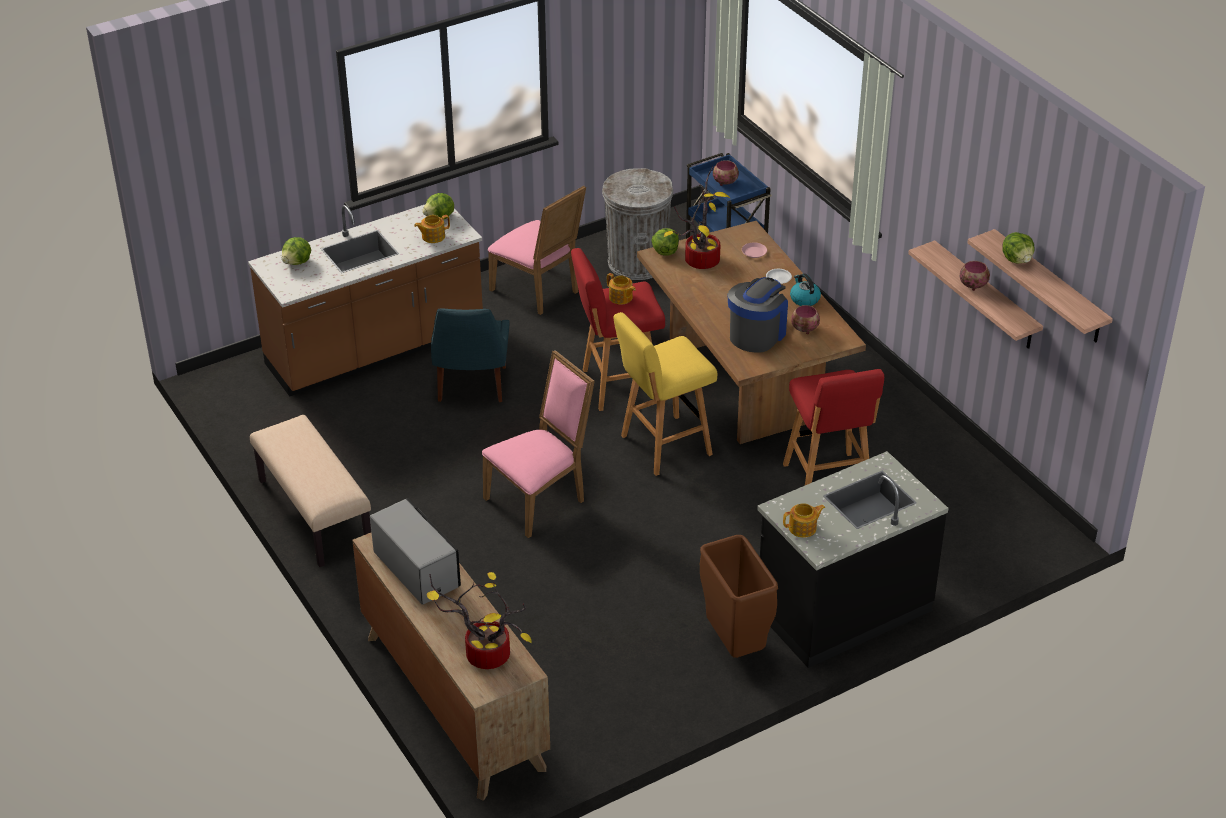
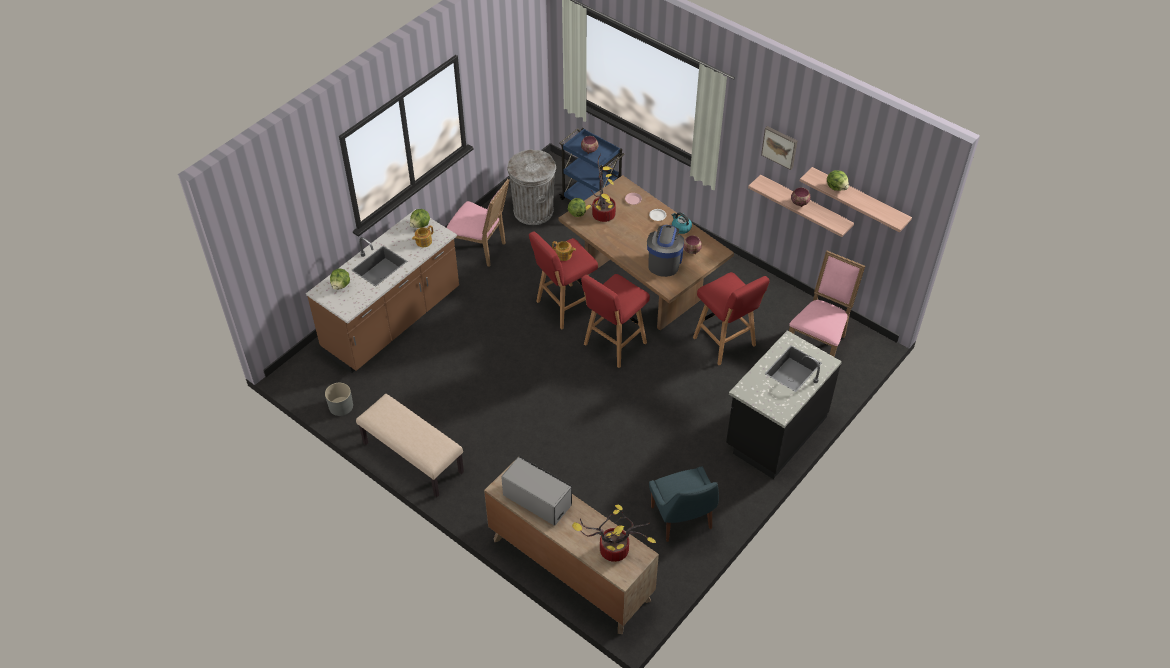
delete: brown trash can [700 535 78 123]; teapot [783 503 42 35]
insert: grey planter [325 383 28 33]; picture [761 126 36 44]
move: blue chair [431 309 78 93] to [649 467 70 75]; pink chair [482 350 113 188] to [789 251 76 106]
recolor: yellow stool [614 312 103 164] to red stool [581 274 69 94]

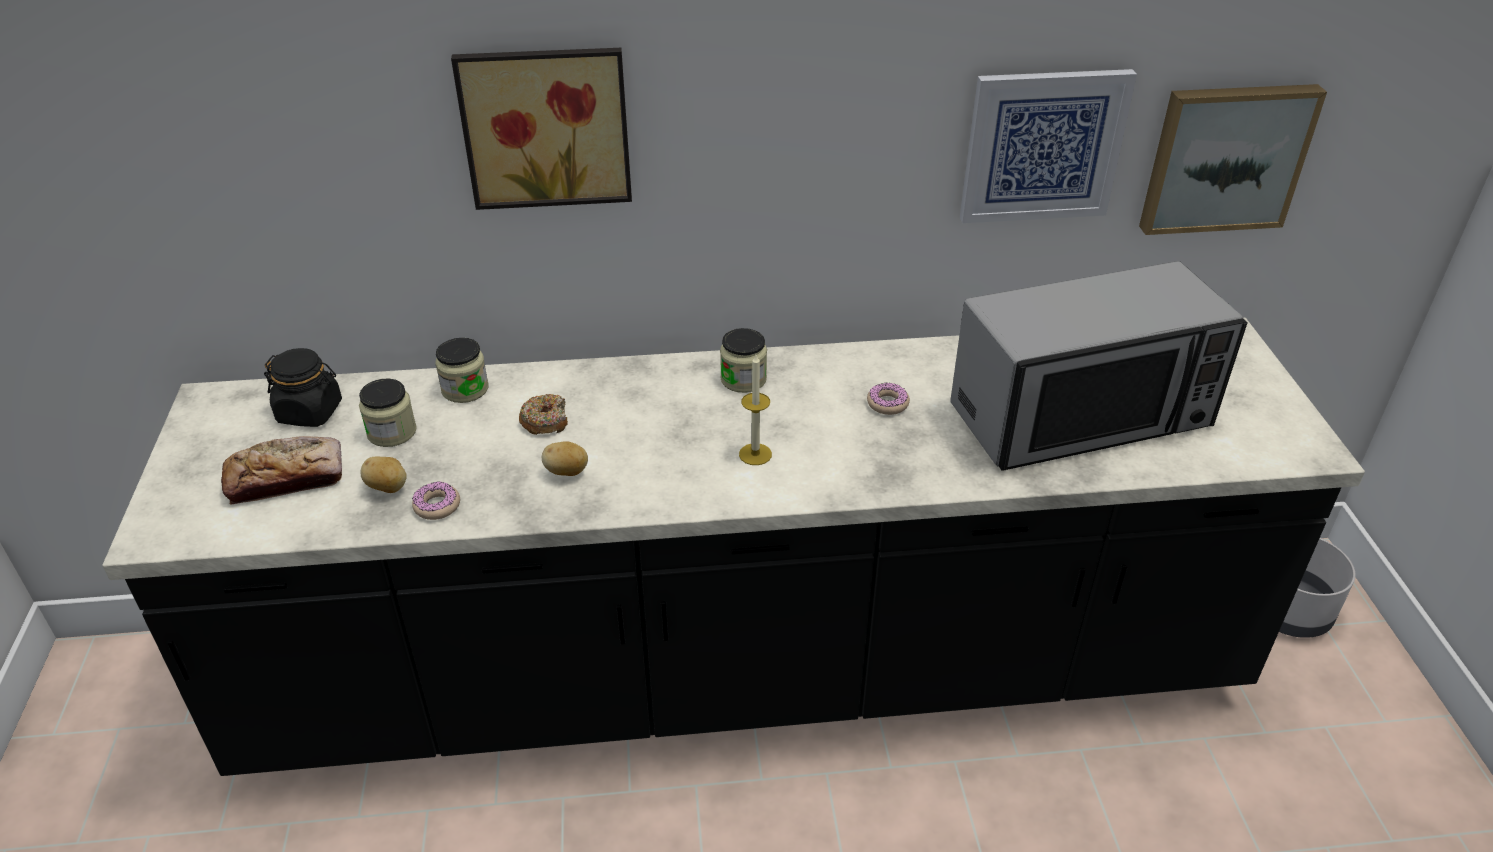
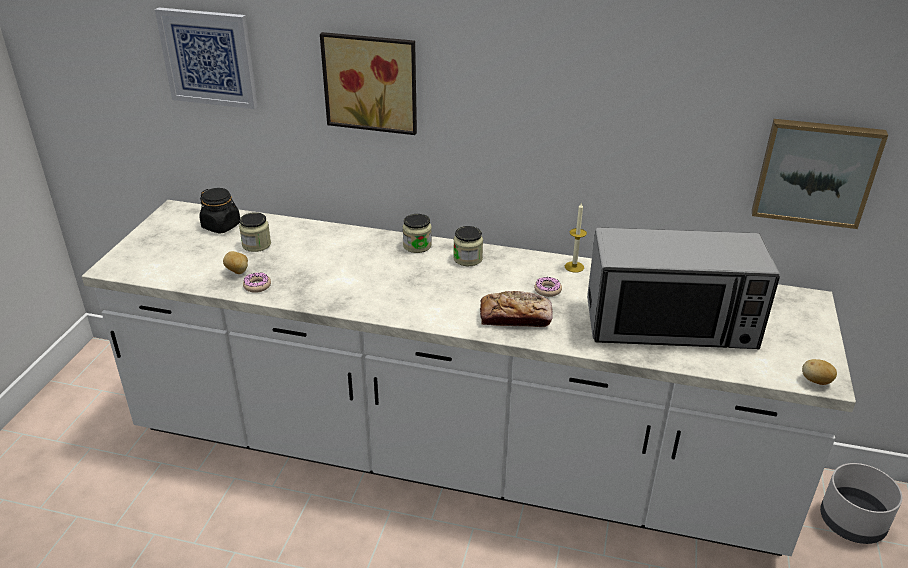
delete: donut [519 394 49 41]
move: picture [960 69 177 154] to [155 7 103 102]; jar [435 338 53 65] to [403 214 29 39]; bread [221 436 121 69] to [480 291 73 36]; candle [739 355 33 110] to [565 202 22 71]; potato [542 441 46 35] to [802 359 35 26]
recolor: black counter [102 318 1263 458] to white counter [82 200 774 356]

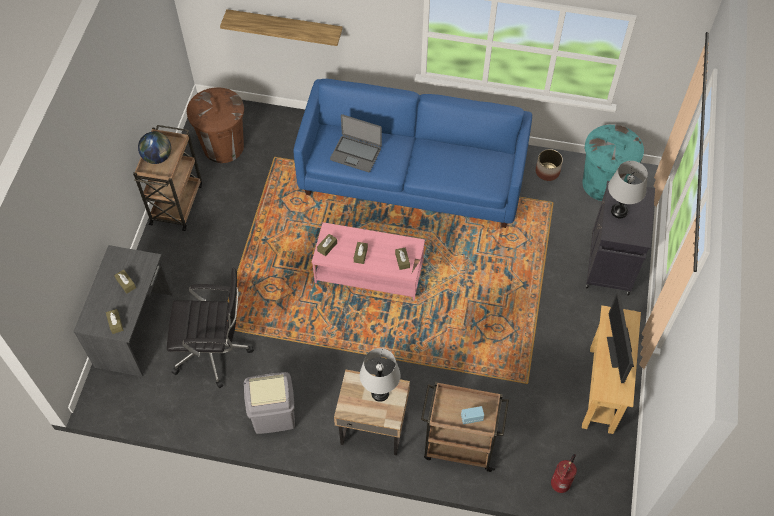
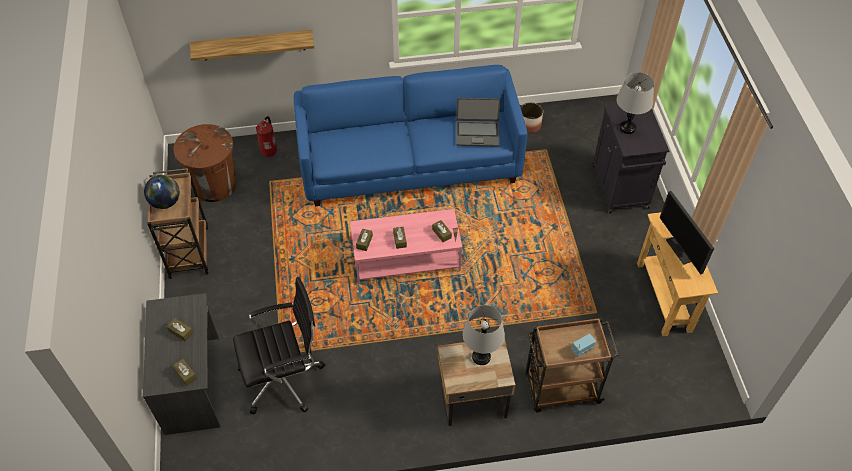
delete: grey trash can [244 372 51 62]; turquoise trash can [582 125 62 76]
move: fire extinguisher [551 454 26 39] to [256 116 21 41]; laptop [330 114 52 58] to [456 98 45 48]

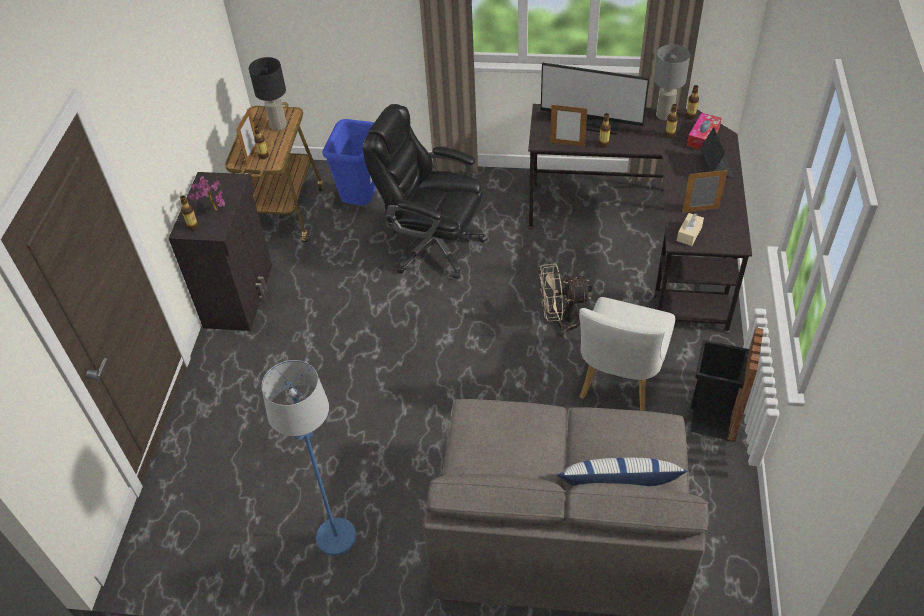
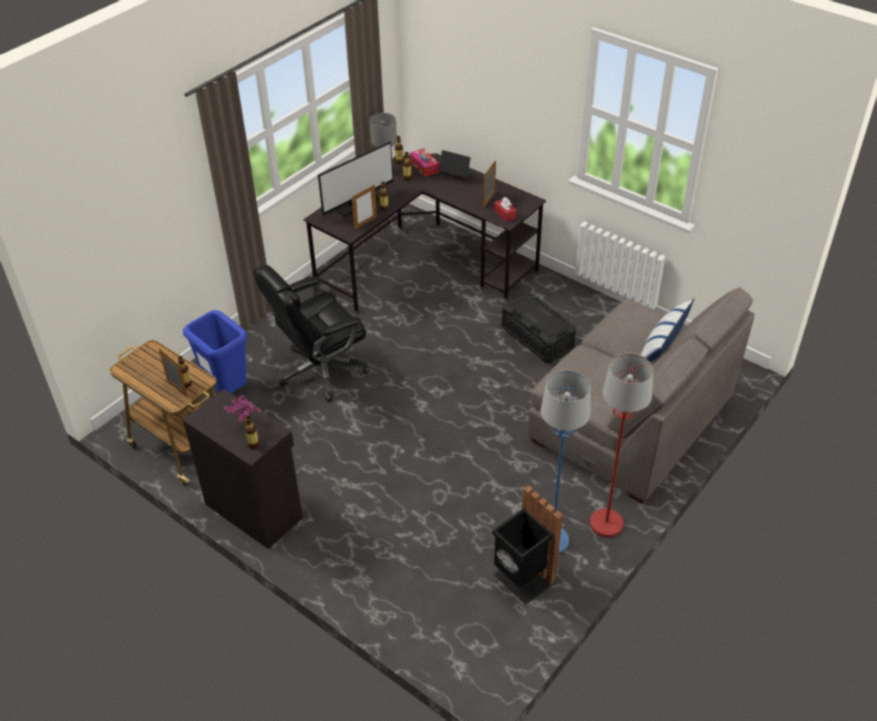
delete: black table lamp [249 57 38 74]; beige fan [540 263 52 75]
insert: red floor lamp [590 353 64 184]
move: black trash can [690 327 74 115] to [492 485 71 120]
replace: white chair [579 297 96 114] to black storage box [502 292 74 71]
recolor: beige tissue box [677 213 27 33] to red tissue box [494 197 23 25]

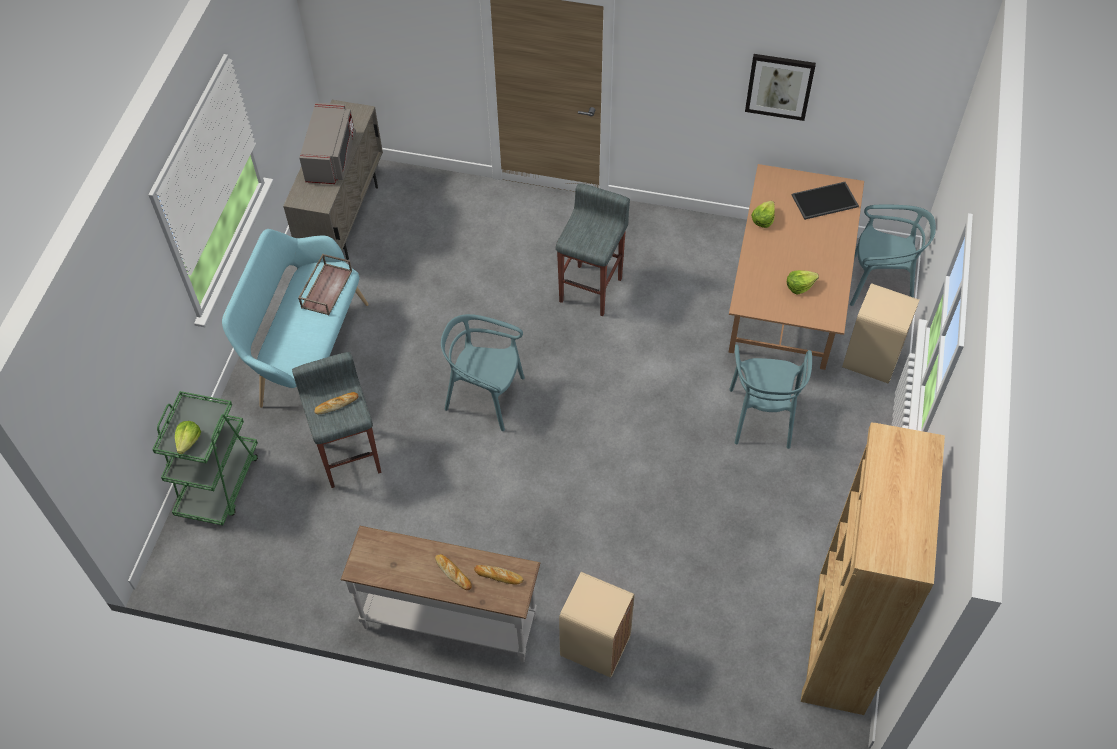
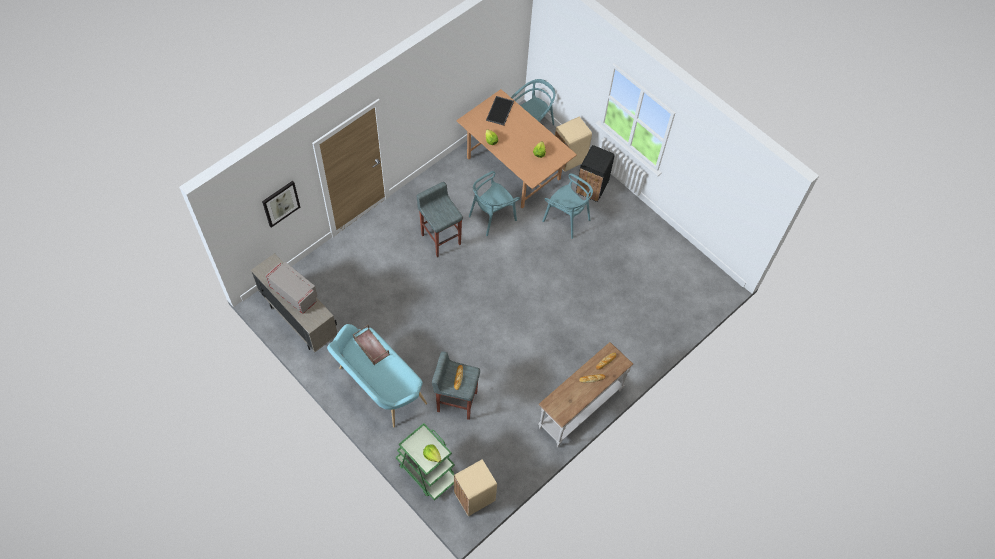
delete: brown bookcase [801 422 144 293]
insert: black trash can [576 145 39 57]
move: picture [745 54 71 67] to [262 181 38 47]; beige trash can [559 572 76 106] to [454 460 43 56]; turquoise chair [441 314 84 117] to [469 171 51 65]

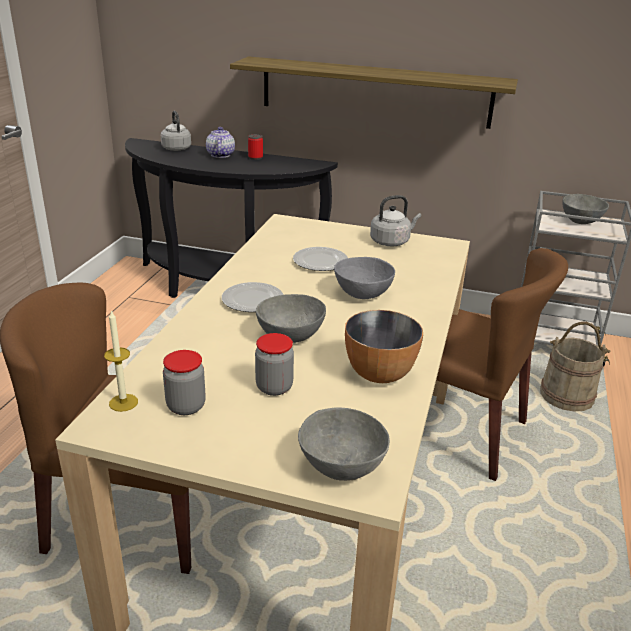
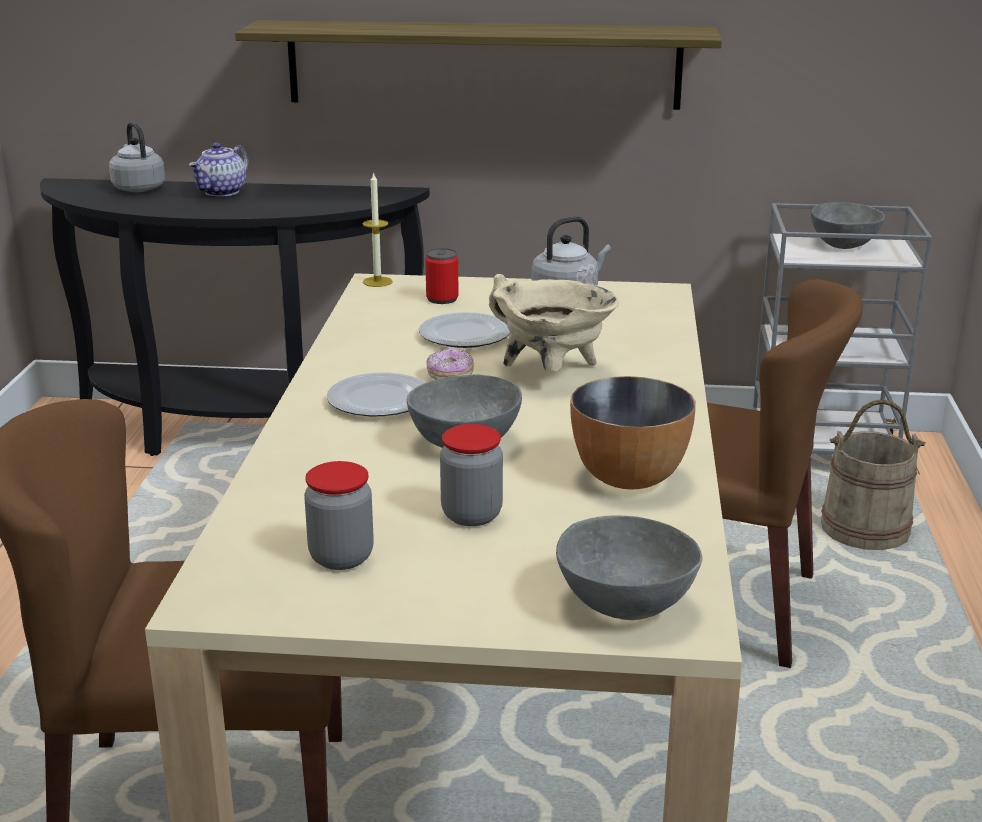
insert: donut [427 348 47 32]
move: candle [104 310 34 102] to [363 172 30 115]; can [248 134 15 26] to [425 248 34 56]
replace: grey bowl [334 257 61 42] to beige cooking pot [489 274 130 97]
rotate: teapot [206 127 29 31] = [189 143 60 54] 135 degrees counterclockwise

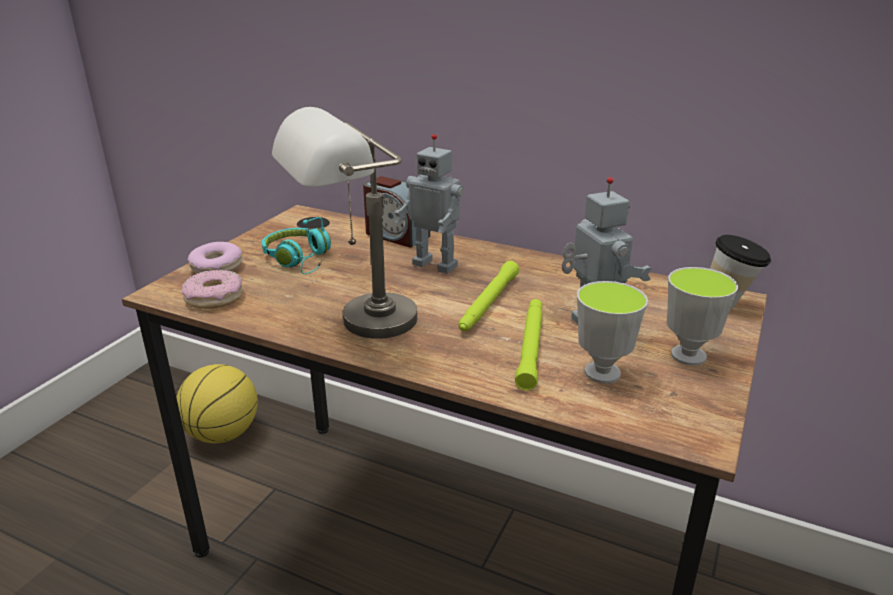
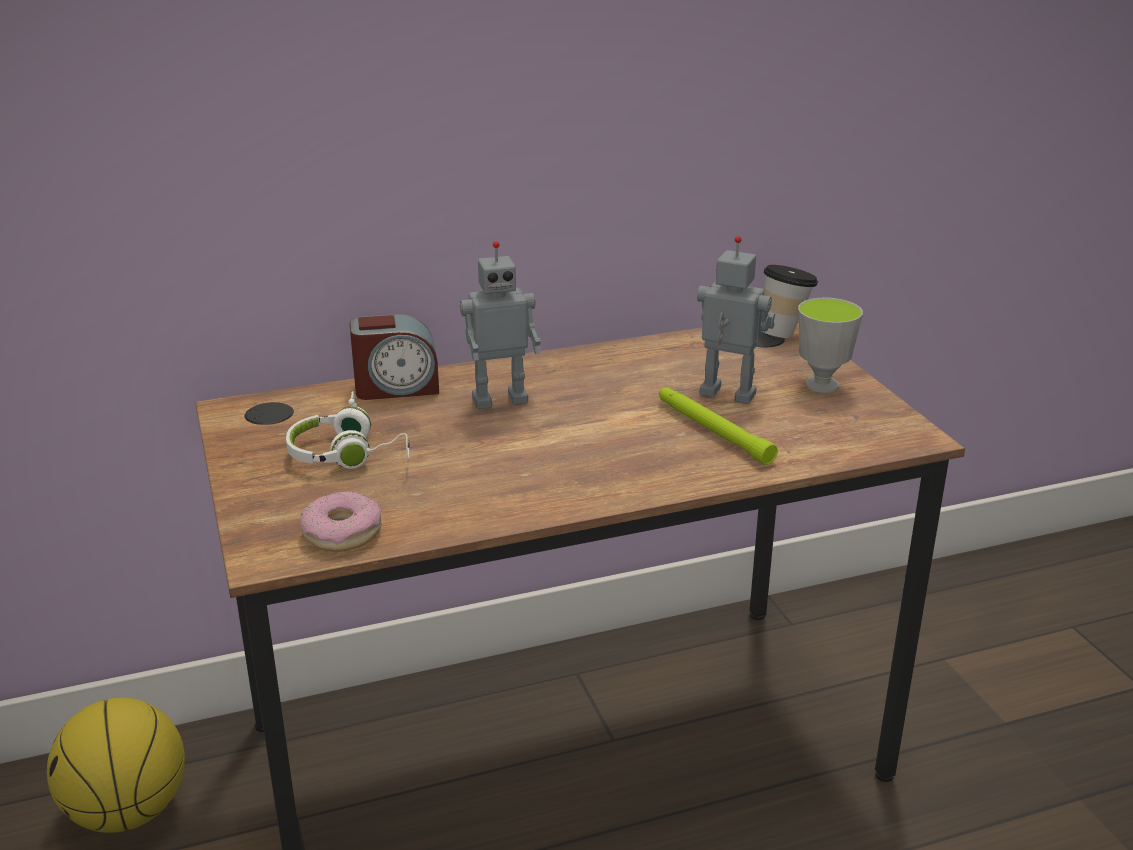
delete: donut [188 242 55 31]; grey table lamp [272 107 145 232]; green flashlight [459 261 60 70]; cup [577 281 71 103]
recolor: turquoise headphones [262 217 69 57] to white headphones [286 391 124 78]

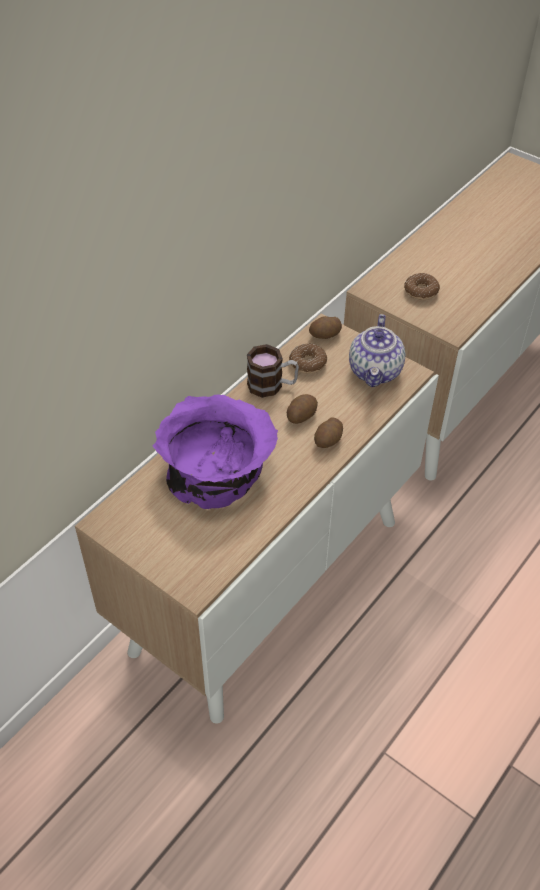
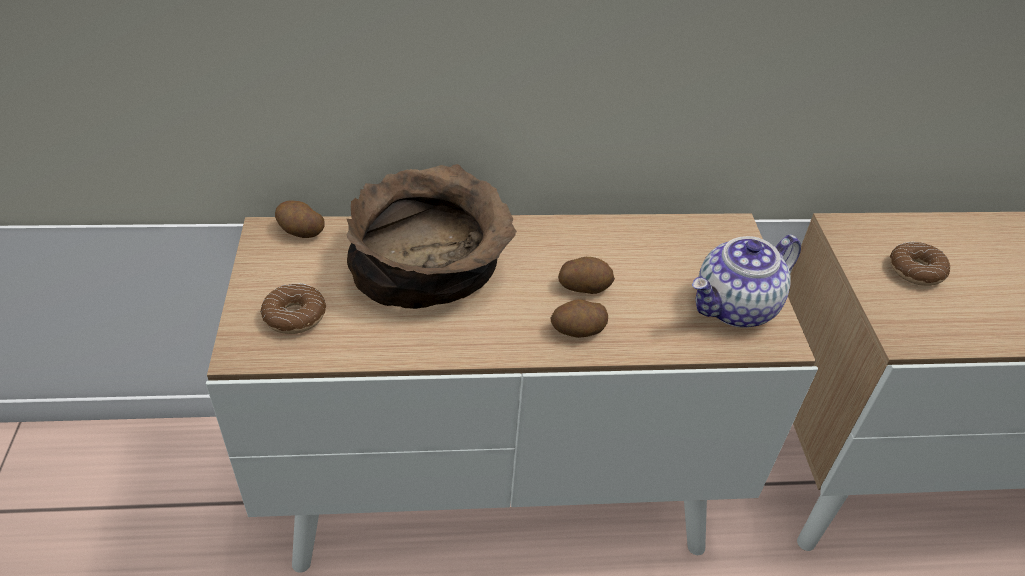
delete: mug [247 344 52 54]
move: donut [289 343 38 31] to [260 283 66 51]; potato [309 316 33 23] to [275 200 50 38]
recolor: purple bowl [152 395 126 114] to brown bowl [346 164 171 145]

